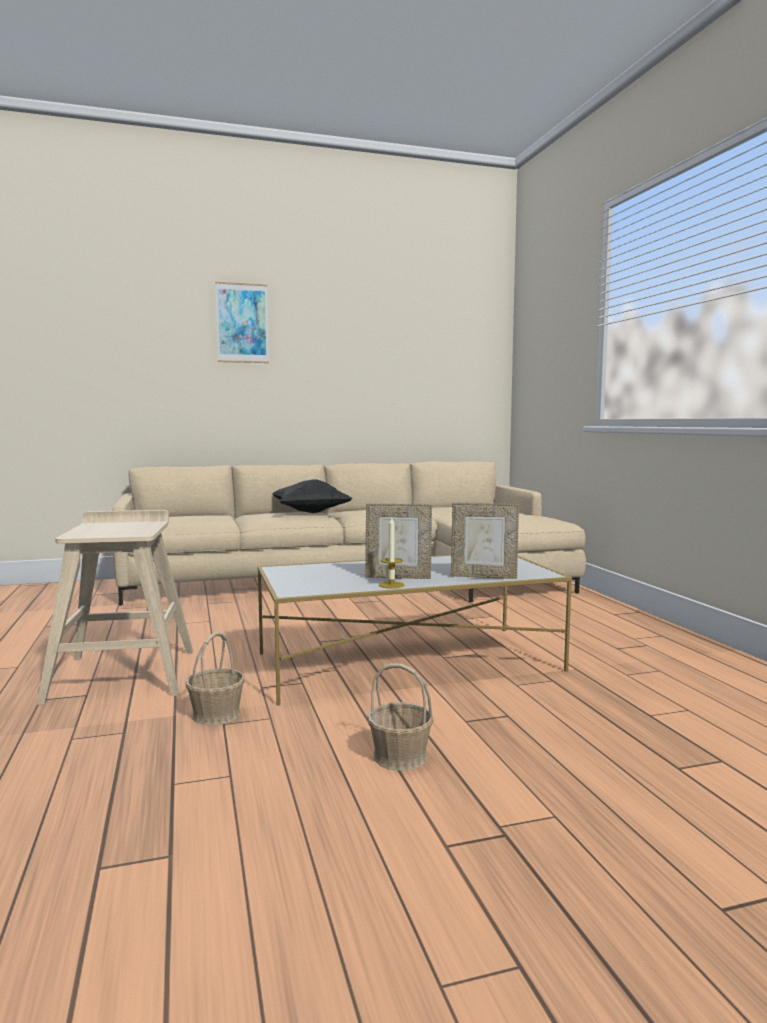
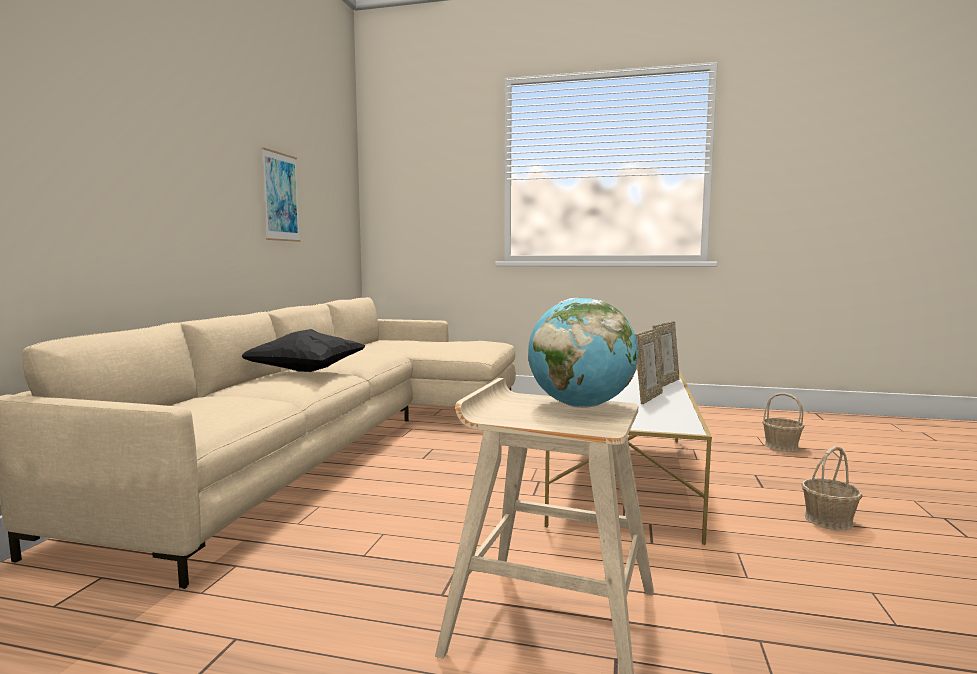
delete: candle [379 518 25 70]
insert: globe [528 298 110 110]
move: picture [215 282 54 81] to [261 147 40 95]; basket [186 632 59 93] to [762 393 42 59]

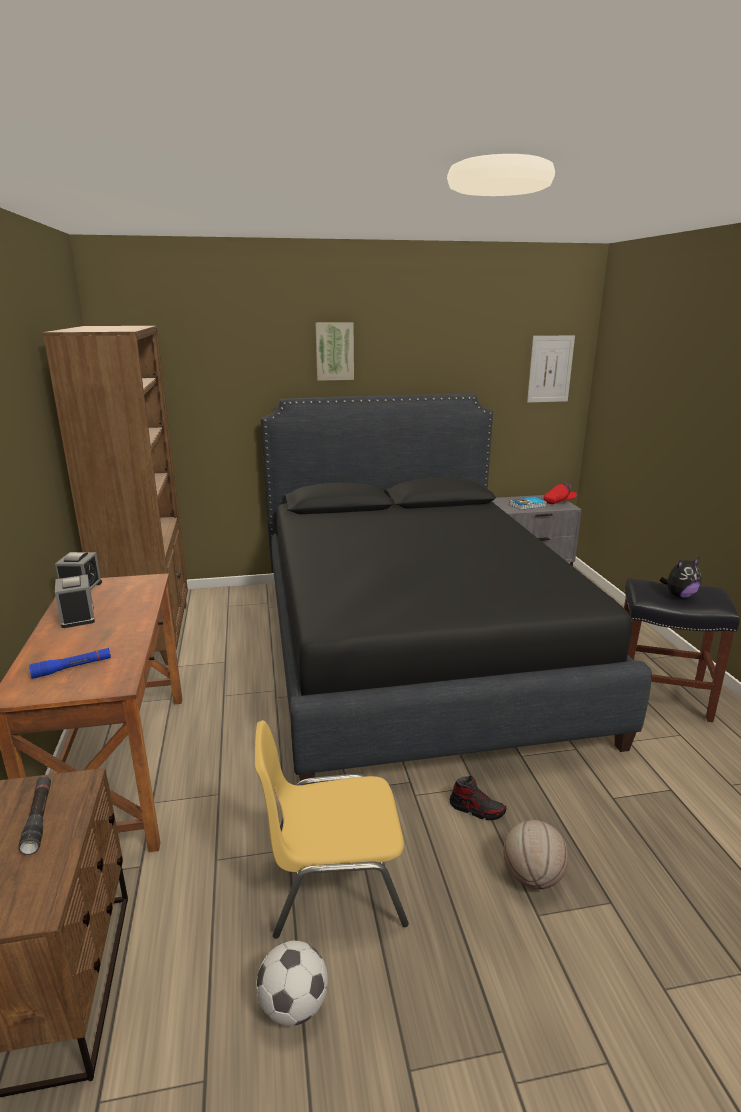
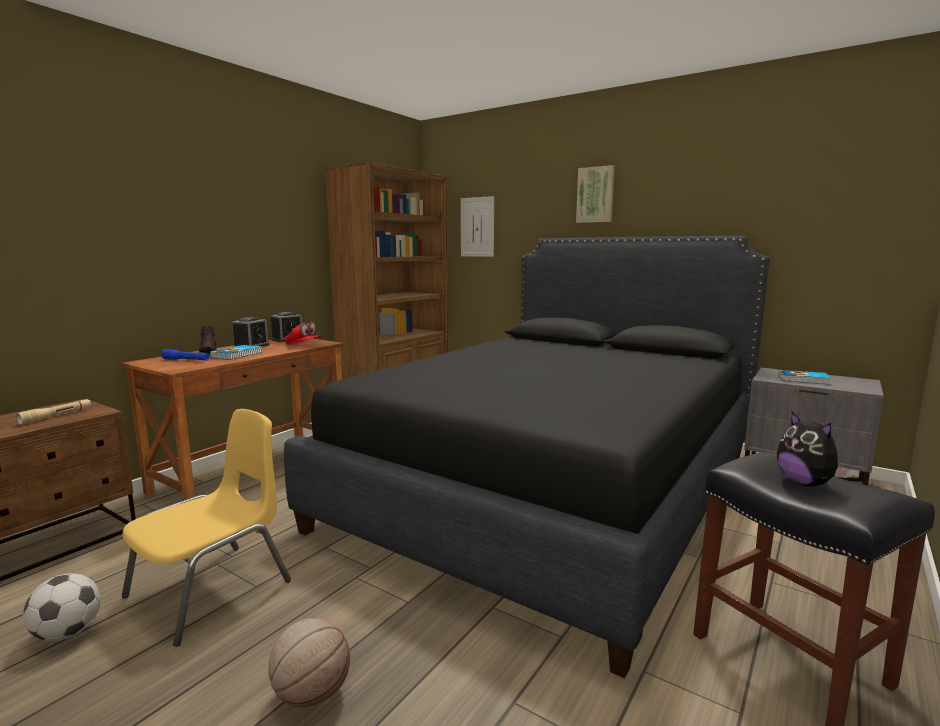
insert: book [210 345 52 15]
move: shoe [450 776 56 44] to [199 325 18 30]; red cap [544 482 33 22] to [285 322 38 23]; picture [527 335 48 68] to [461 196 33 61]
recolor: black flashlight [19 777 32 78] to beige flashlight [16 399 75 26]
rotate: yellow chair [255 720 154 219] = [122 409 169 238] 90 degrees clockwise; plush toy [660 557 41 41] = [777 412 73 75] 45 degrees clockwise

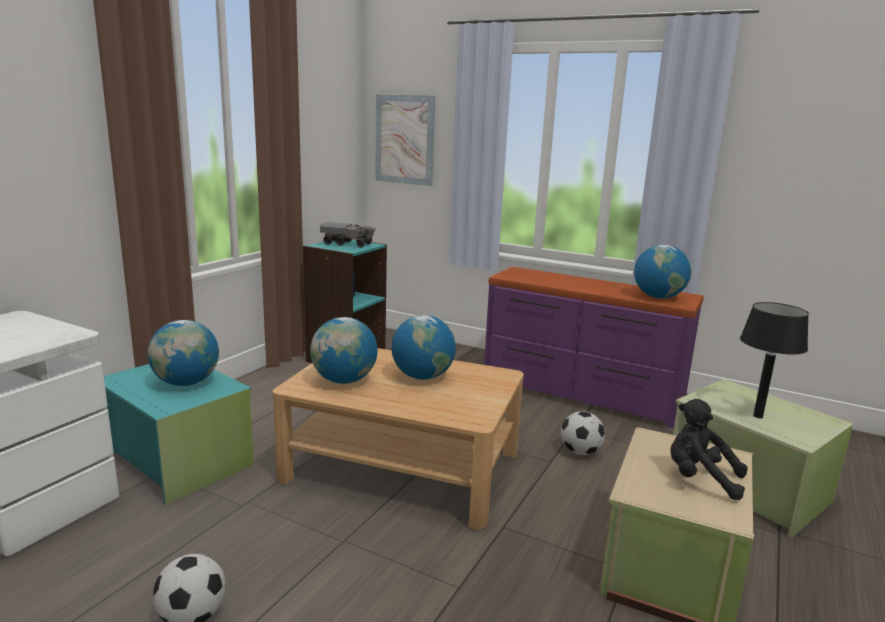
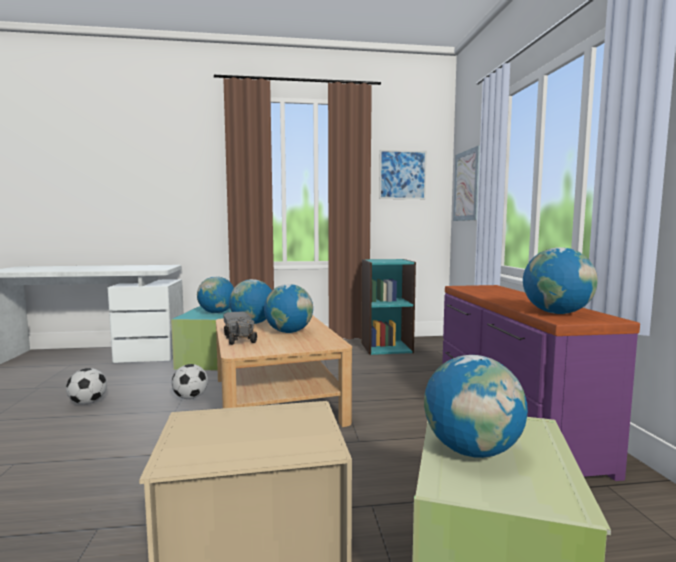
delete: black plush toy [670 399 78 101]
insert: picture [379 150 48 49]
move: football [561 411 44 44] to [172 364 36 35]; toy truck [320 222 56 26] to [223 311 34 34]
replace: black table lamp [740 302 69 116] to globe [424 355 104 103]

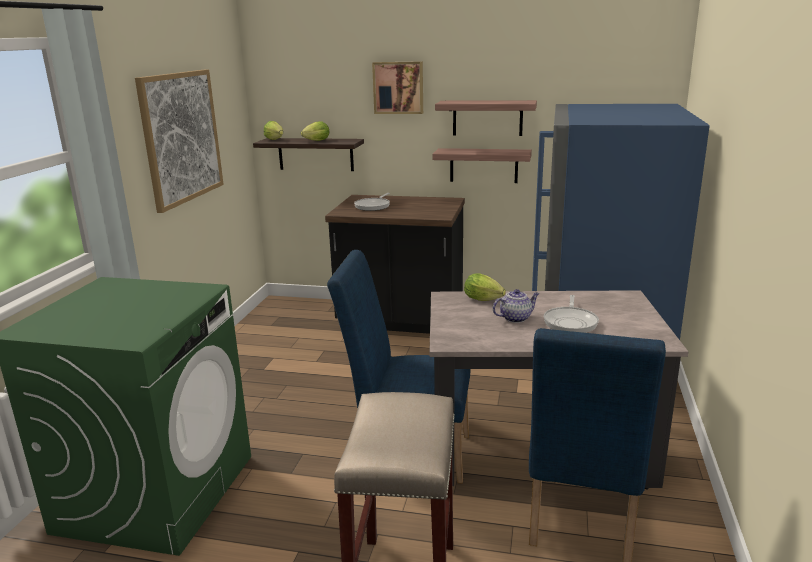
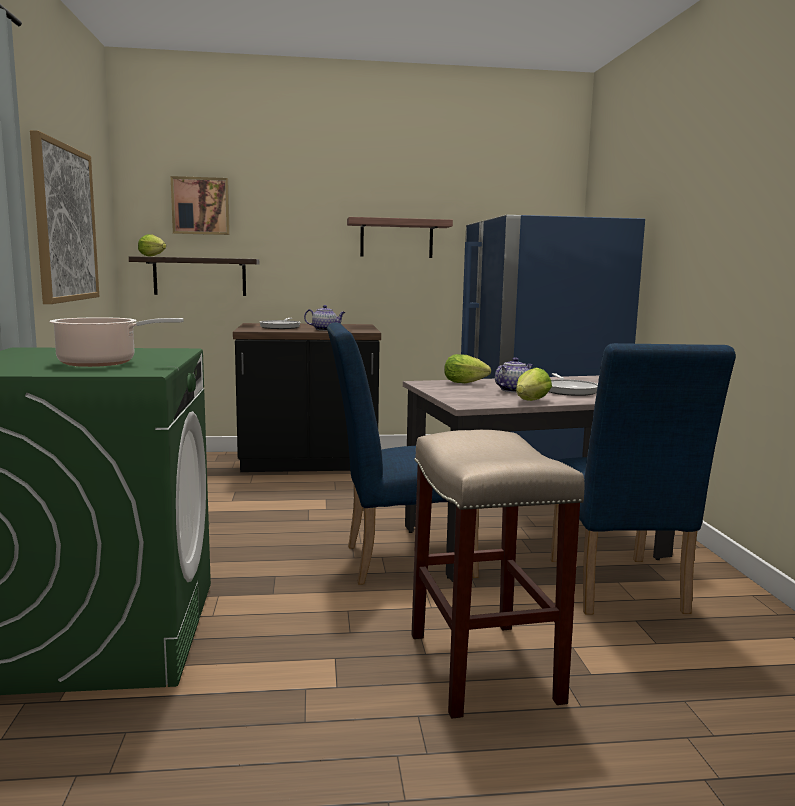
delete: shelf [432 148 100 35]
insert: cooking pot [50 317 134 50]; teapot [304 305 42 26]
move: picture [372 61 51 53] to [171 176 59 59]; lettuce [301 121 28 20] to [516 368 36 33]

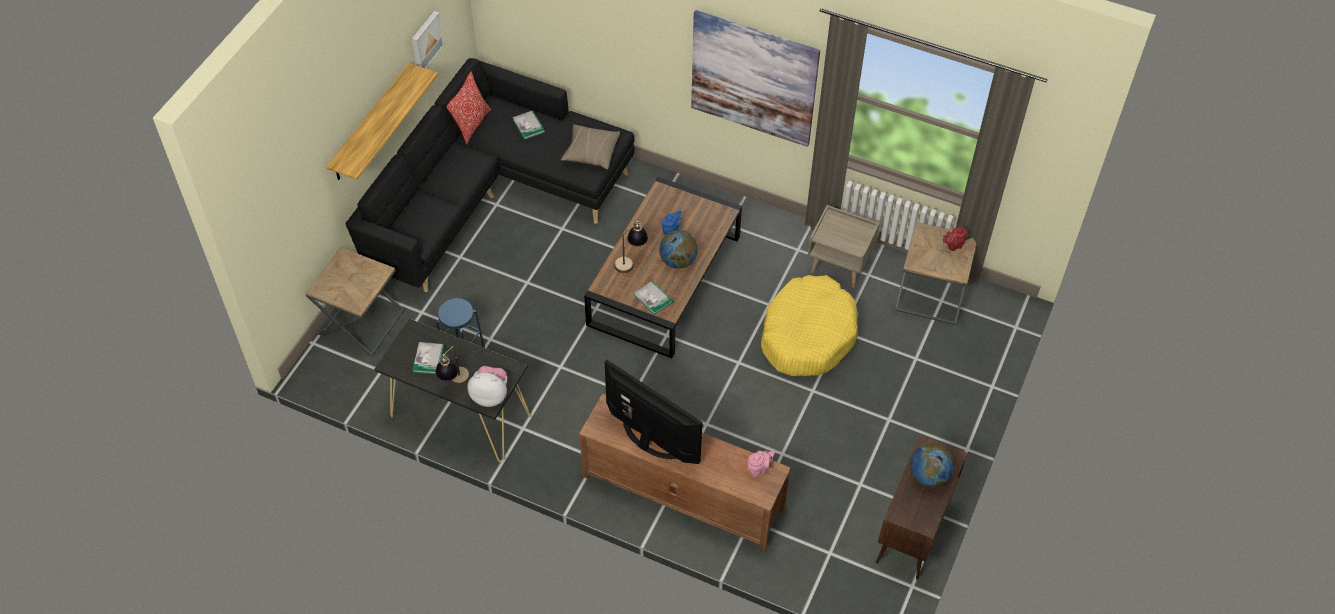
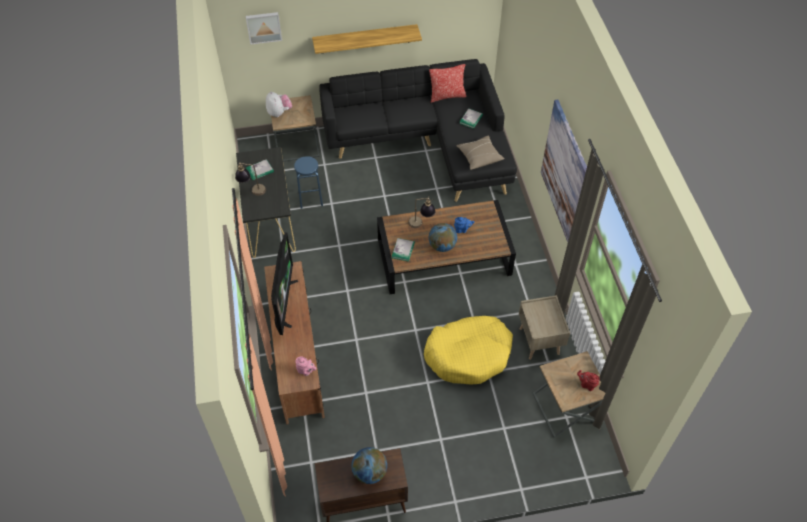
move: picture [412 11 32 58] to [246 12 36 33]; plush toy [467 366 40 41] to [266 91 26 26]

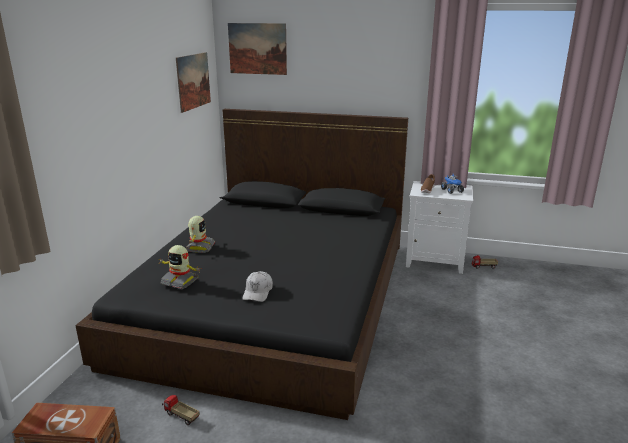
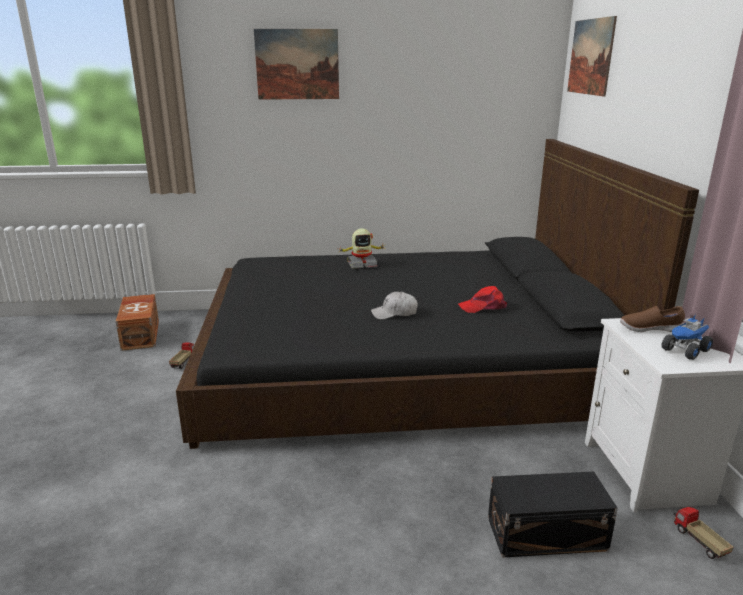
delete: toy robot [159 245 42 44]
insert: red cap [458 286 49 27]; black storage box [488 471 130 87]
move: picture [176 52 35 61] to [254 29 85 71]; white cap [243 271 30 31] to [371 291 47 29]

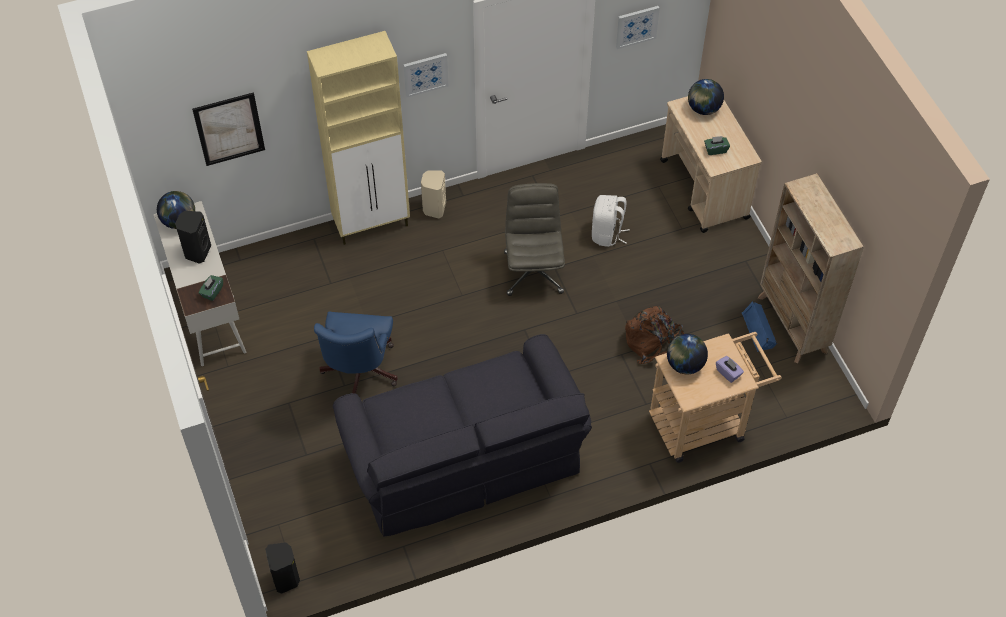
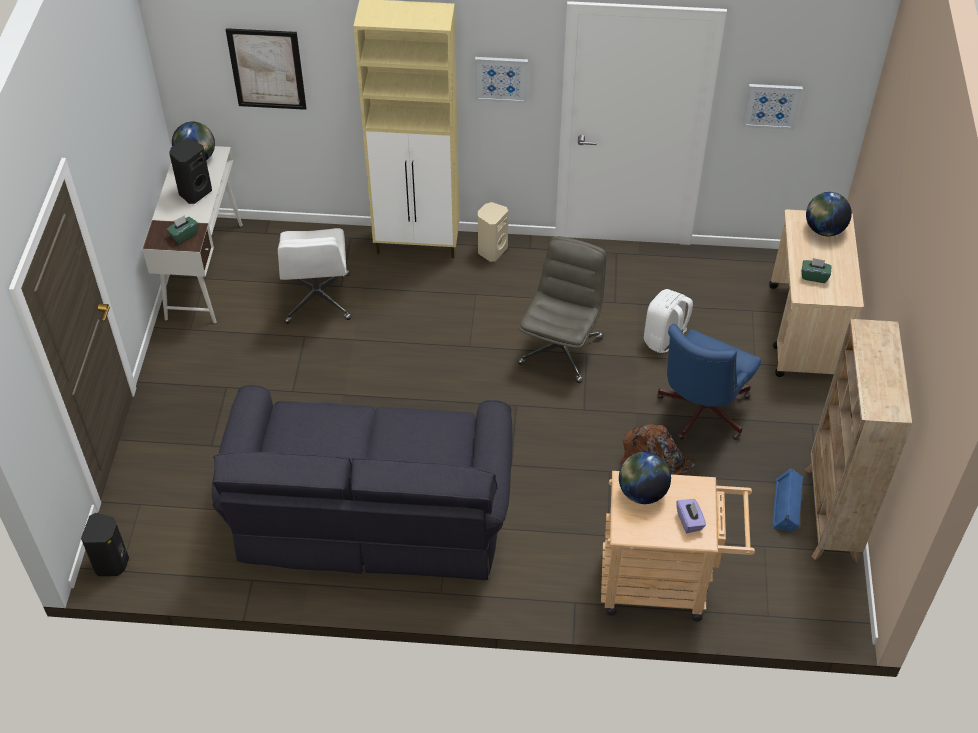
insert: white office chair [278 228 73 96]
move: blue office chair [314 312 84 82] to [657 324 104 116]

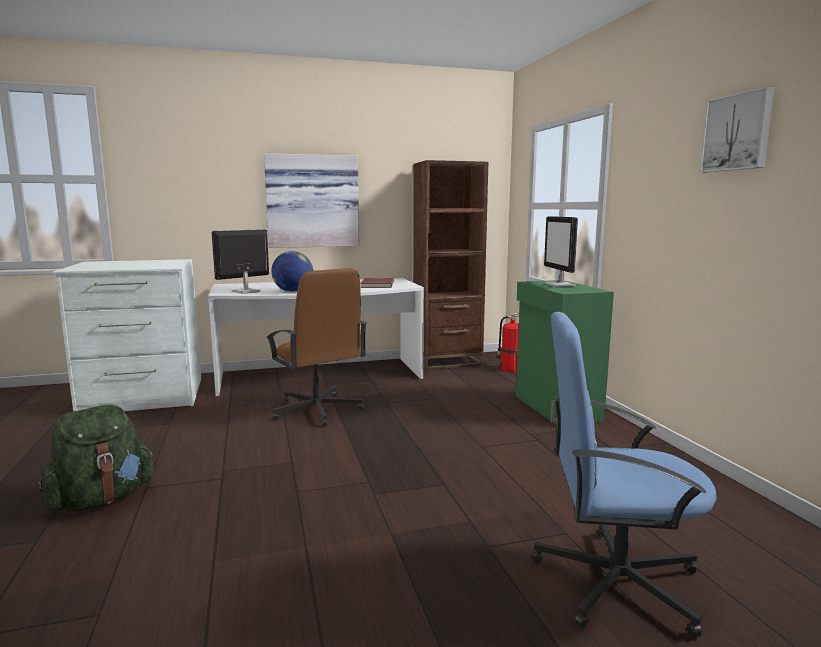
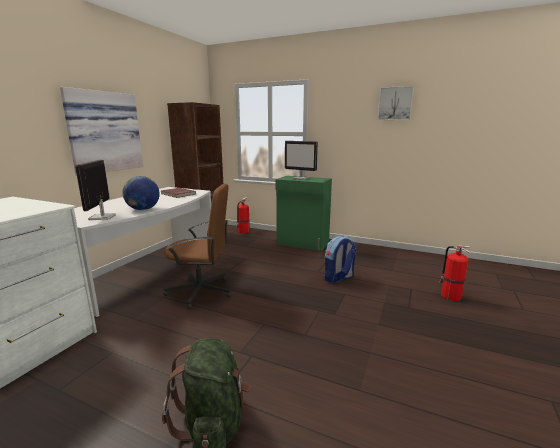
insert: backpack [325 236 32 47]
replace: blue office chair [531 312 186 326] to fire extinguisher [439 245 32 56]

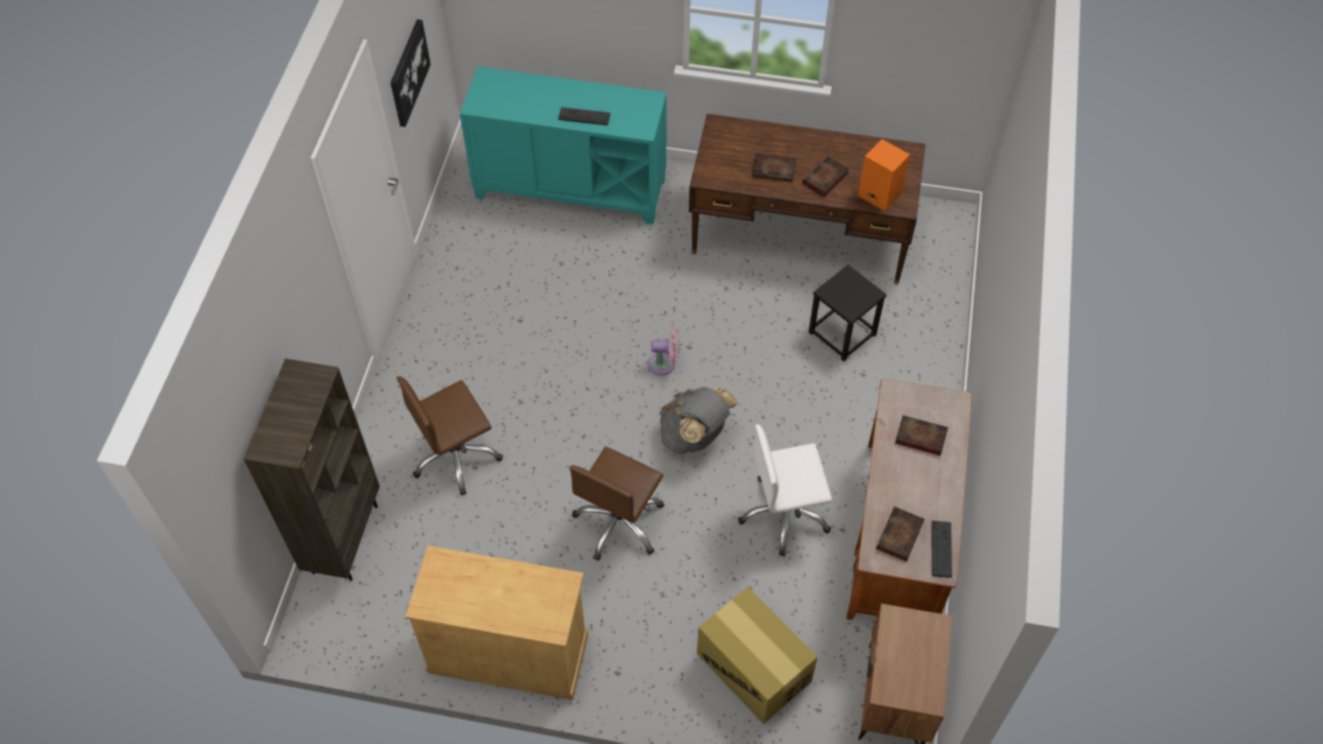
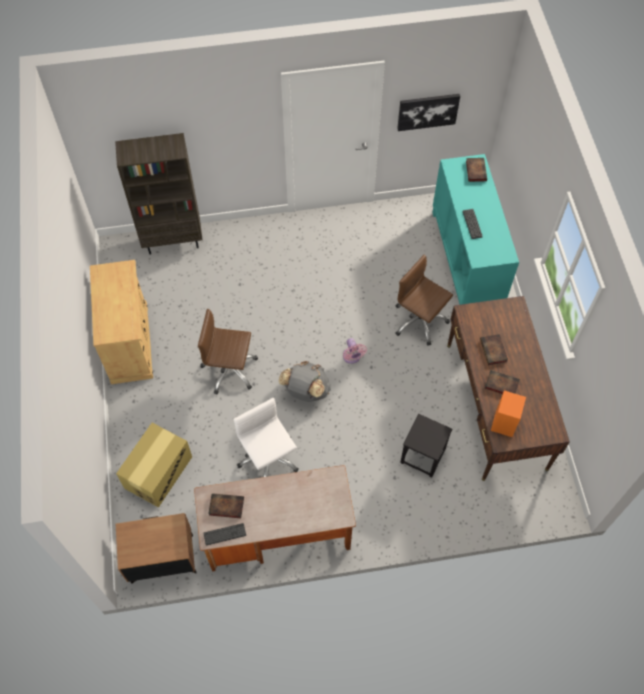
move: brown office chair [397 376 106 119] to [395 254 58 92]; book [895 415 53 41] to [466 158 21 24]

